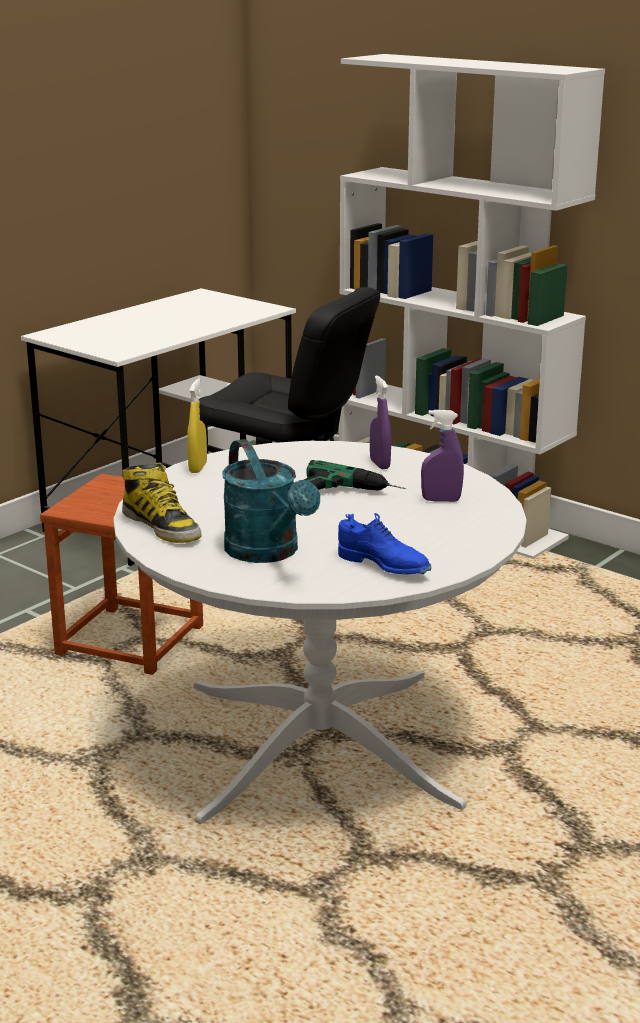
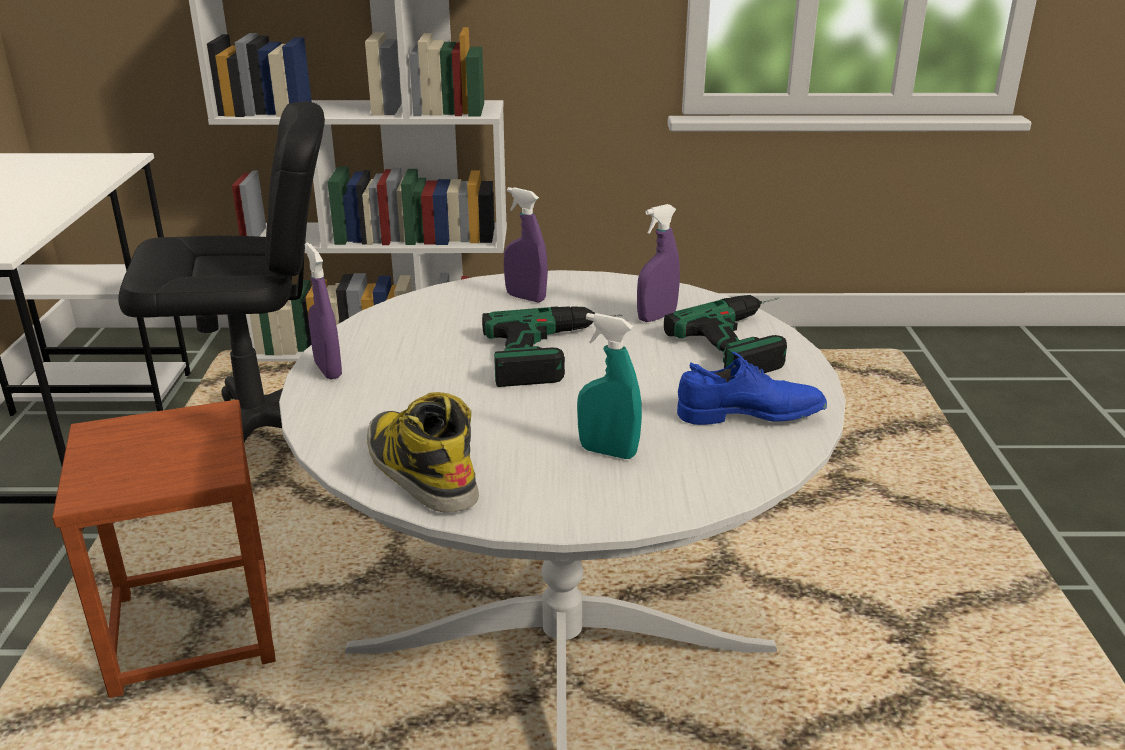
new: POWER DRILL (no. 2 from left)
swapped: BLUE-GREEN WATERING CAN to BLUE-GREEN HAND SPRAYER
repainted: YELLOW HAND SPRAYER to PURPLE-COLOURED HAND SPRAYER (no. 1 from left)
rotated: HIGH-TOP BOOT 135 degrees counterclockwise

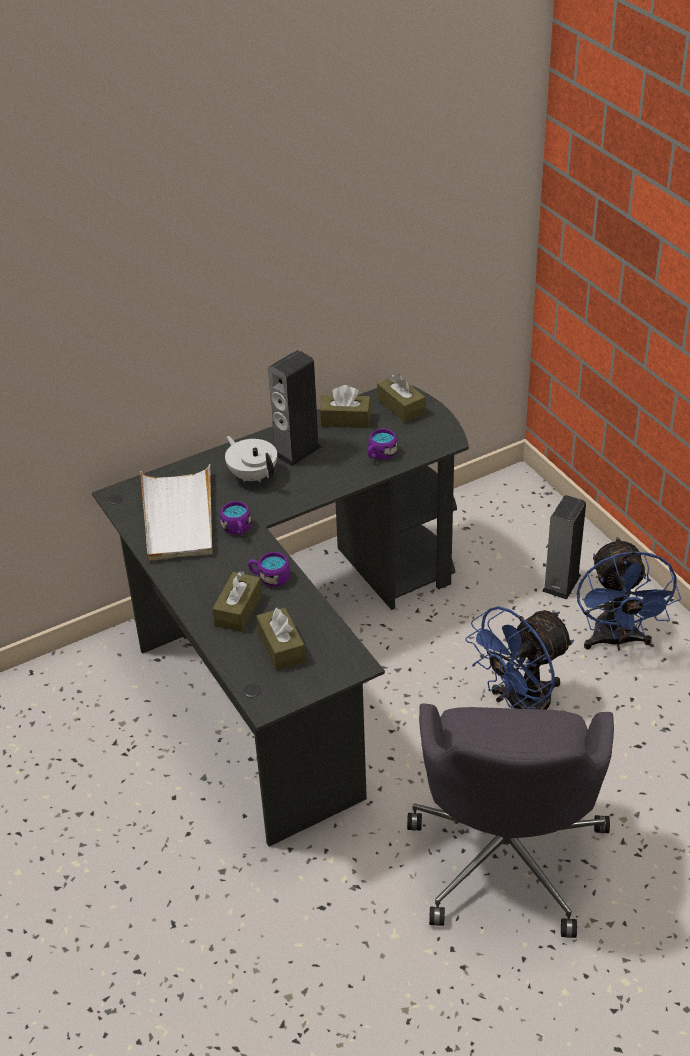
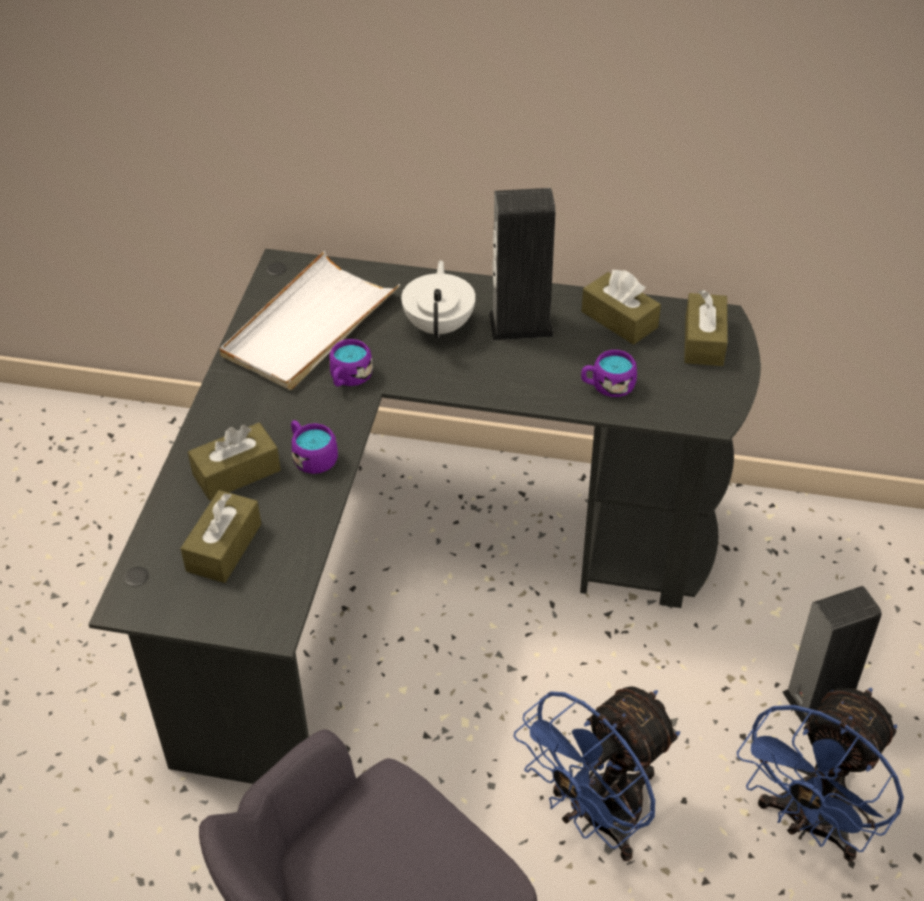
rotated: BLUE-COLOURED FAN (no. 1 from left) 45 degrees counterclockwise

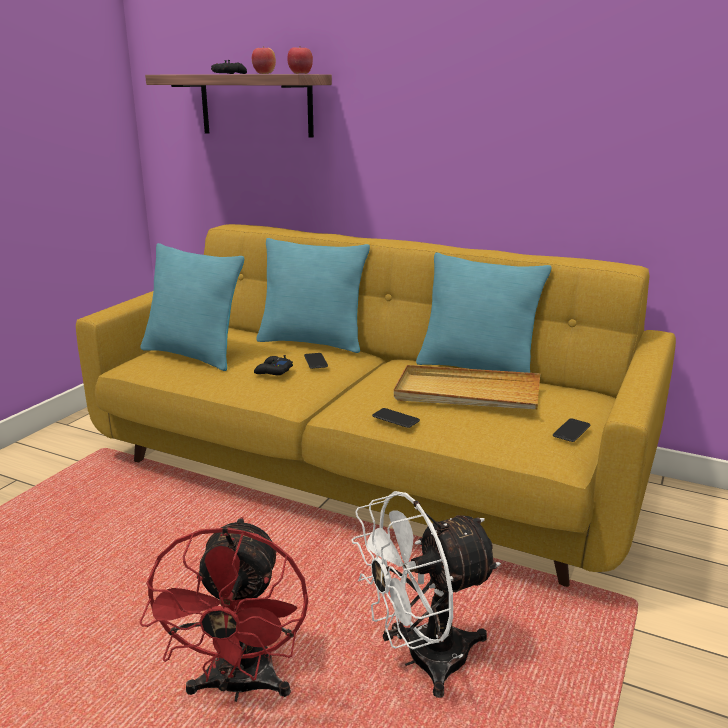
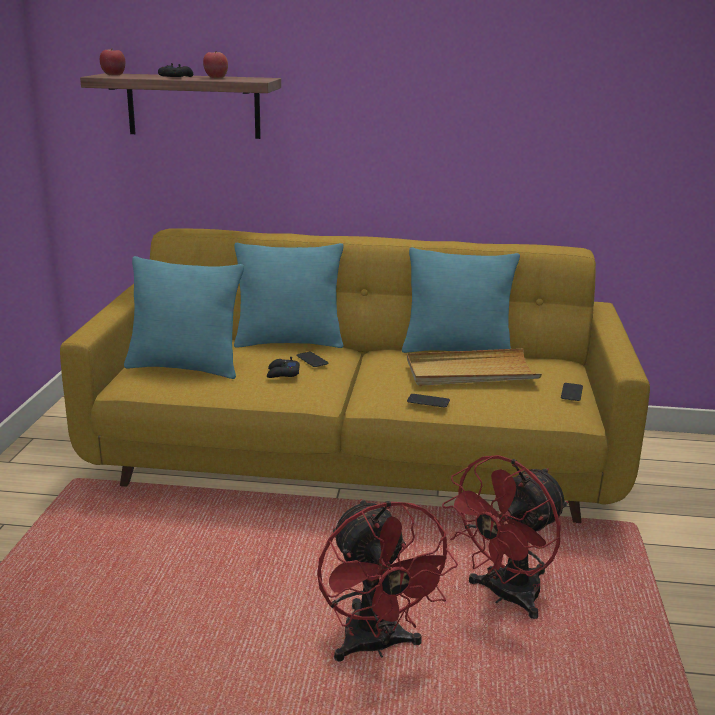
shifted: WHOLE APPLE (no. 2 from left in the first image) to WHOLE APPLE (no. 1 from left)
repainted: WHITISH FAN to RED FAN (no. 2 from left)

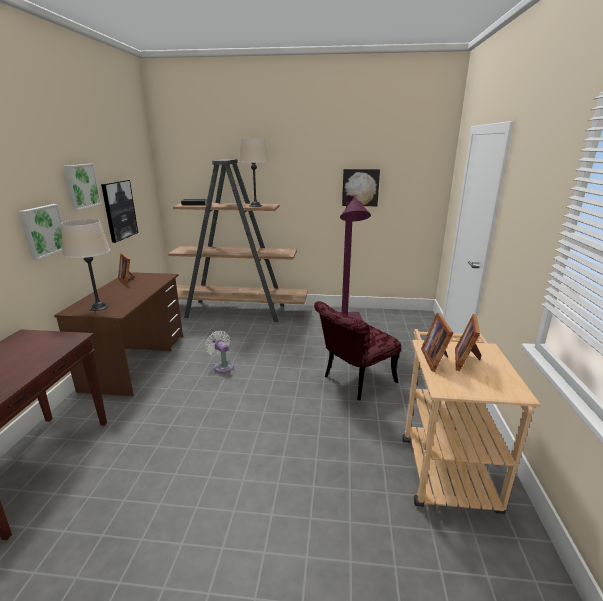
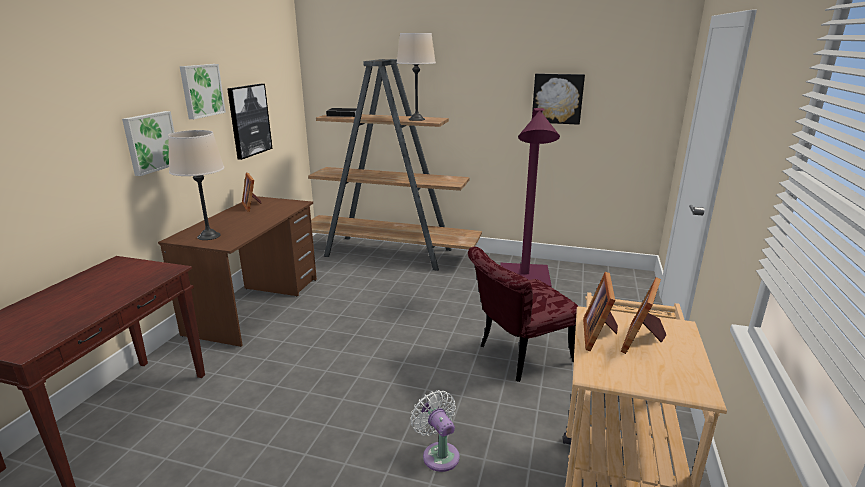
shifted: WHITISH FAN

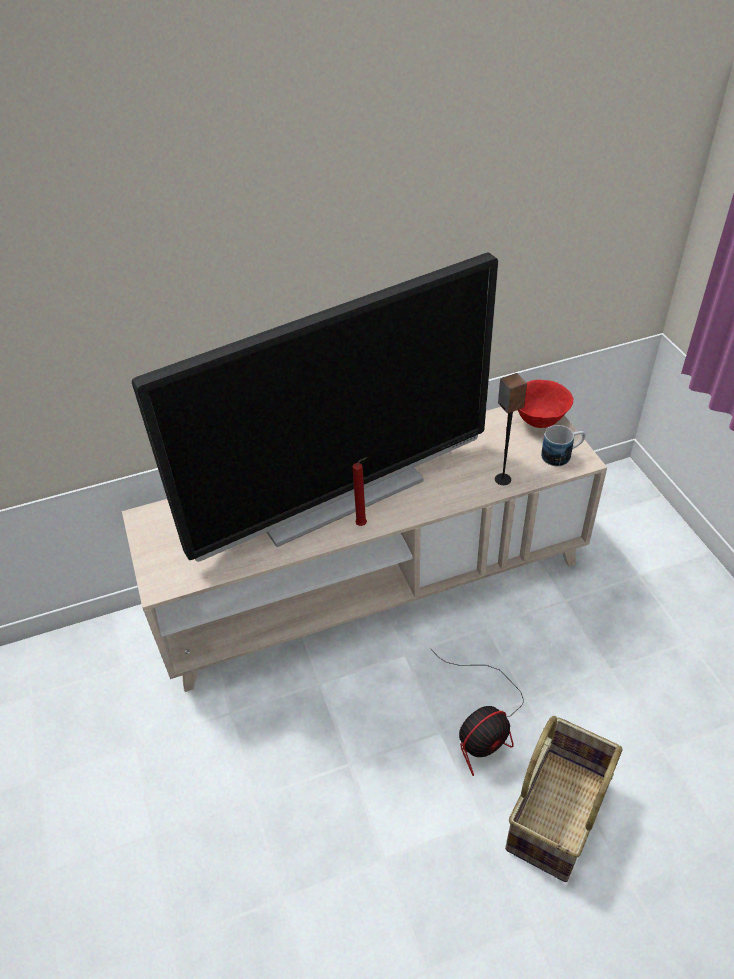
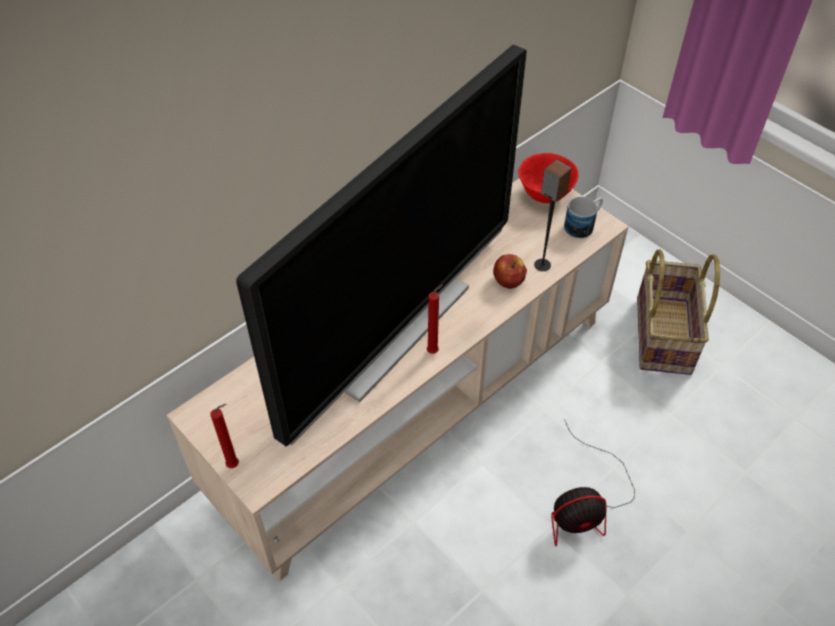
new: RED CANDLE (no. 1 from left); WHOLE APPLE
shifted: HOUSEHOLD BASKET
rotated: FAN 45 degrees clockwise

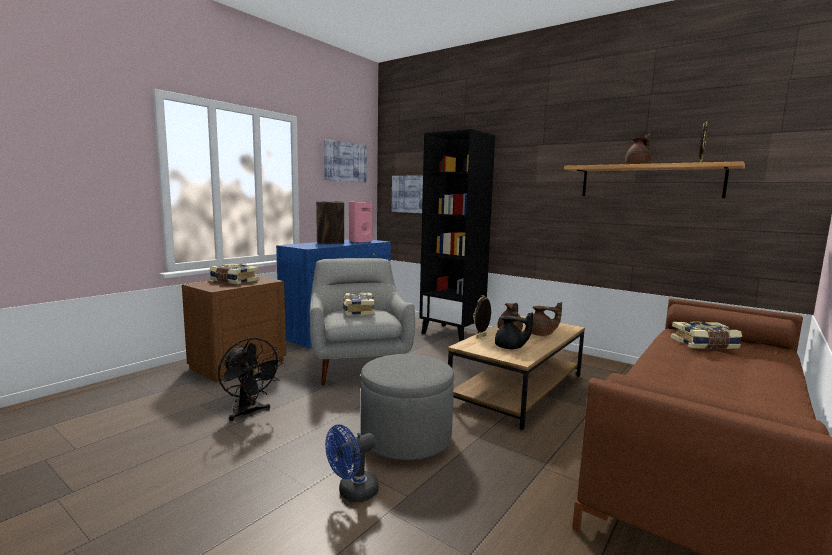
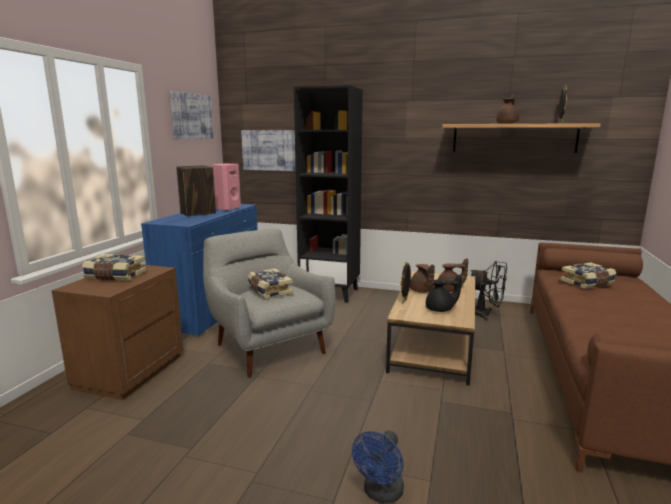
gone: GREYISH OTTOMAN
shifted: BLACKISH FAN

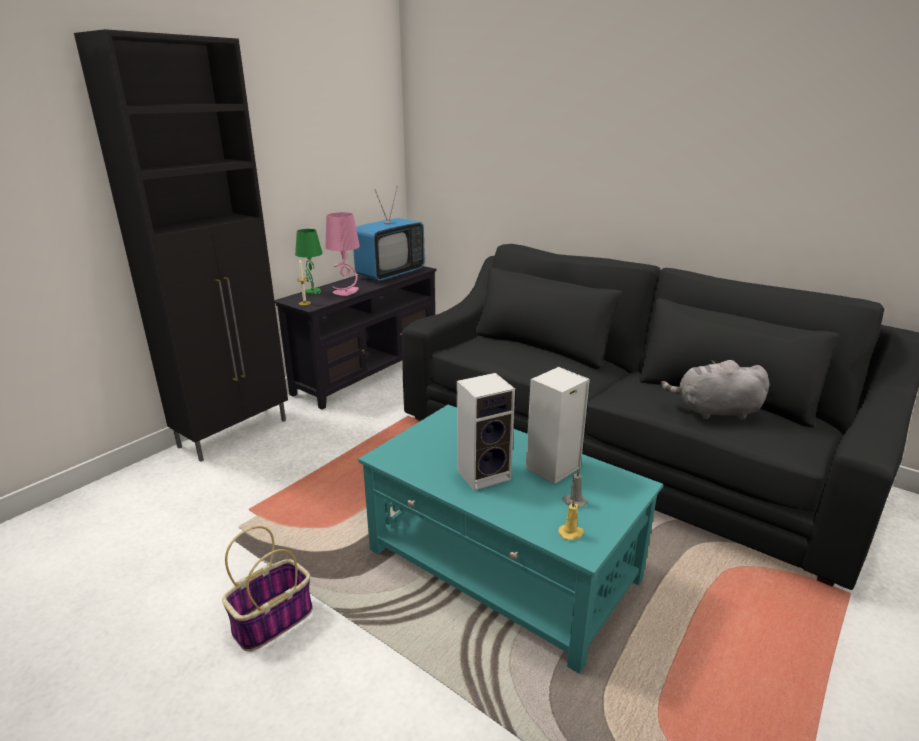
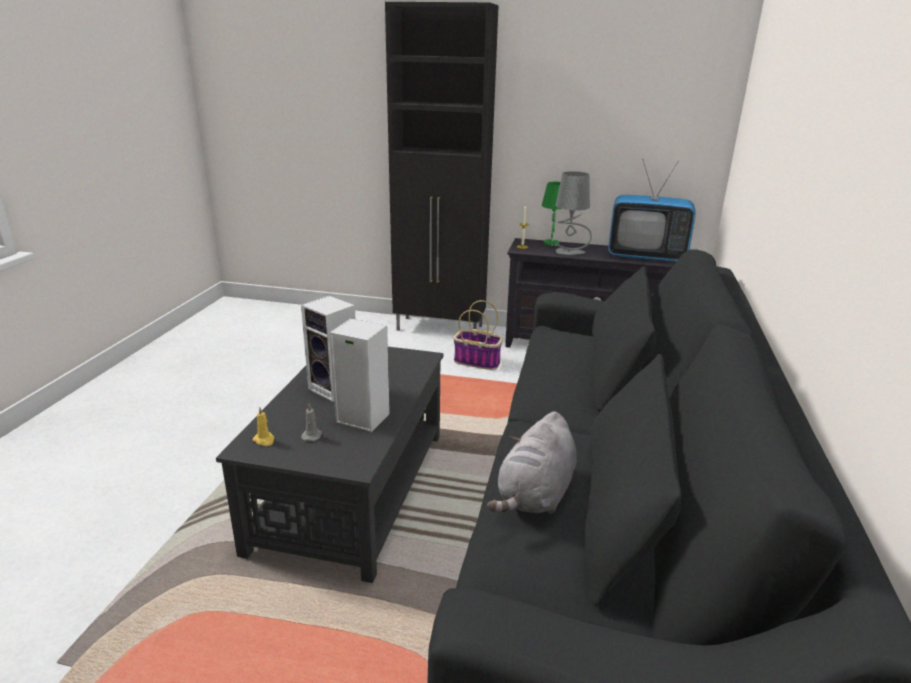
shifted: HOUSEHOLD BASKET
repainted: BLUE-GREEN LOUNGE TABLE to BLACKISH LOUNGE TABLE; PINKISH TABLETOP LAMP to GREYISH TABLETOP LAMP
rotated: GREYISH PLUSH TOY 135 degrees counterclockwise

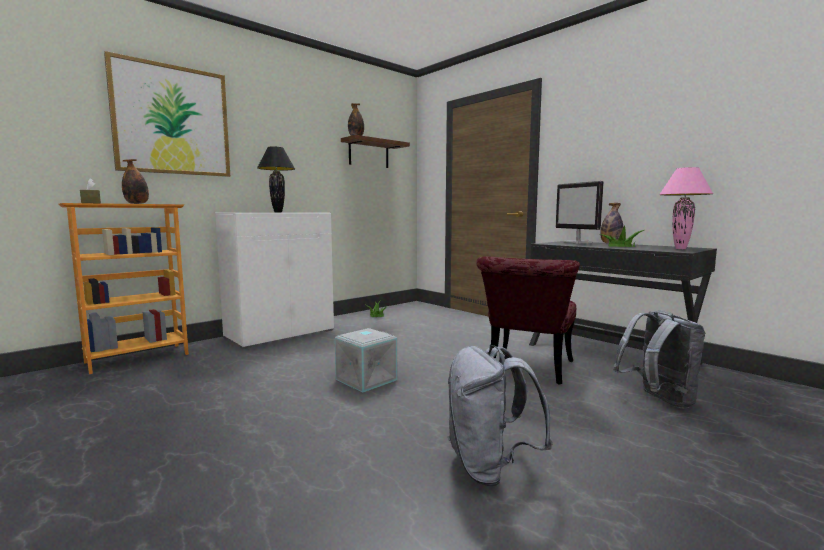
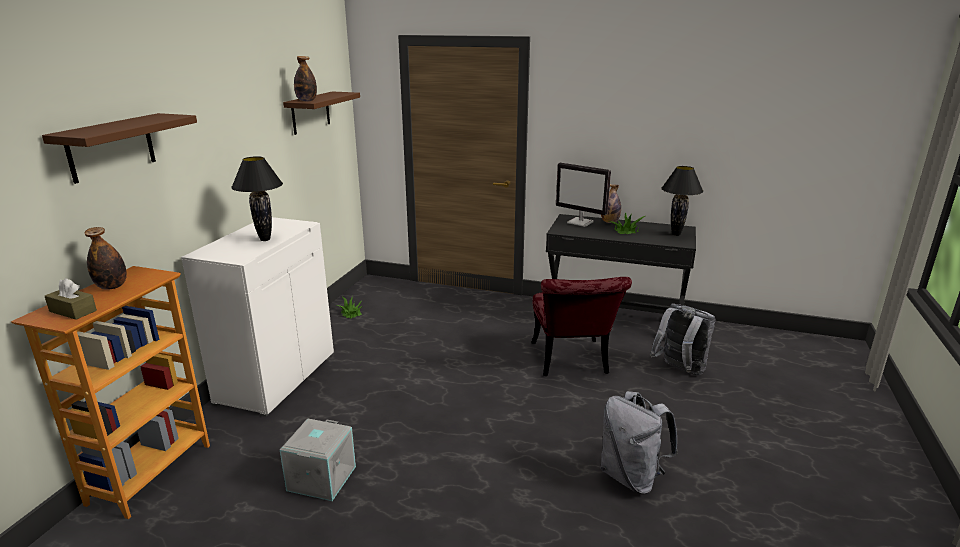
shifted: GREYISH STORAGE BIN
swapped: WALL PICTURE to BROWN SHELF (no. 1 from left)
repainted: PINKISH TABLETOP LAMP to BLACKISH TABLETOP LAMP (no. 2 from left)

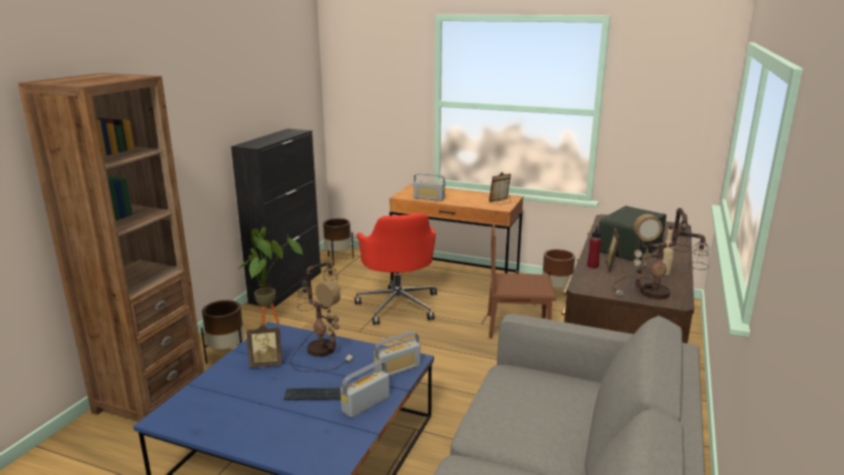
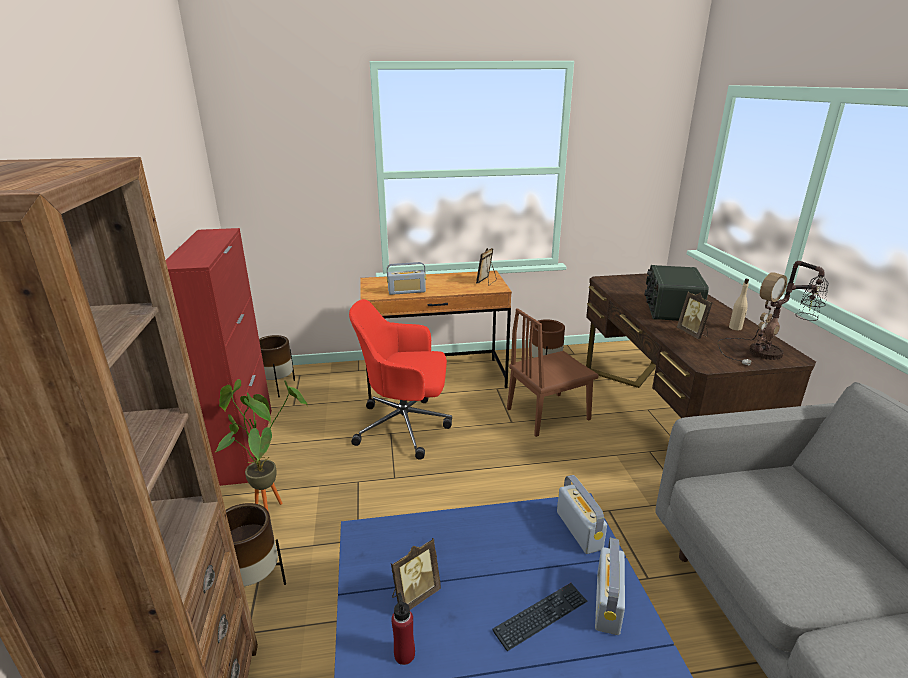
gone: TABLETOP LAMP (no. 1 from left)
shifted: RED BEVERAGE BOTTLE
repainted: BLACKISH CUPBOARD to RED CUPBOARD
rotated: RED OFFICE CHAIR 135 degrees clockwise; RADIO RECEIVER (no. 2 from left) 45 degrees counterclockwise

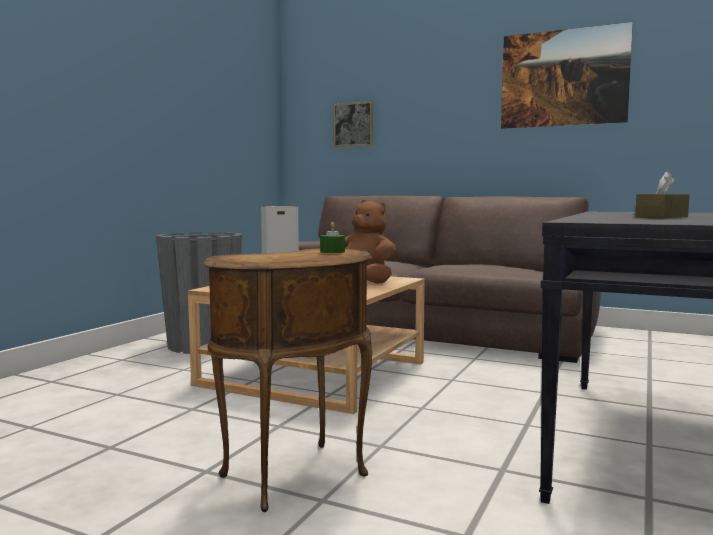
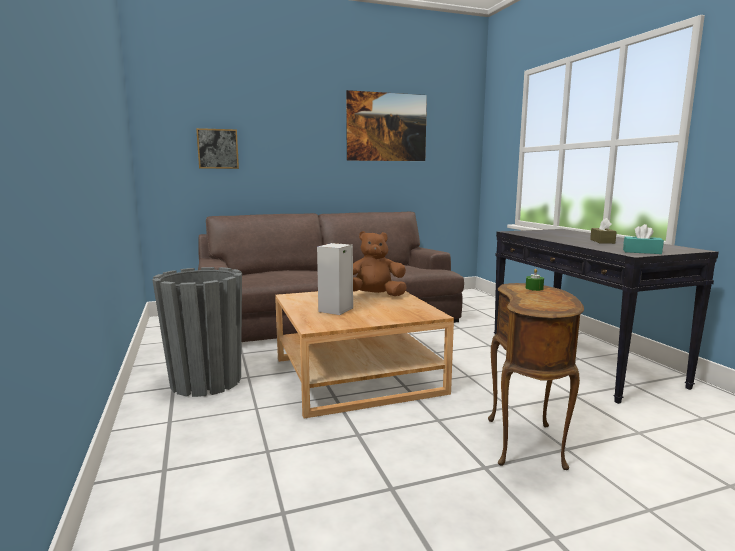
new: BLUE-GREEN TISSUE HOLDER

